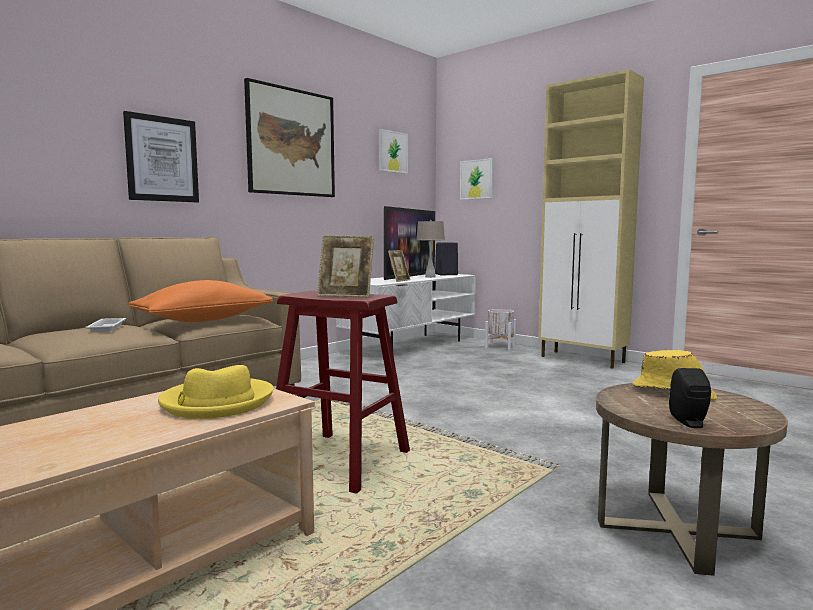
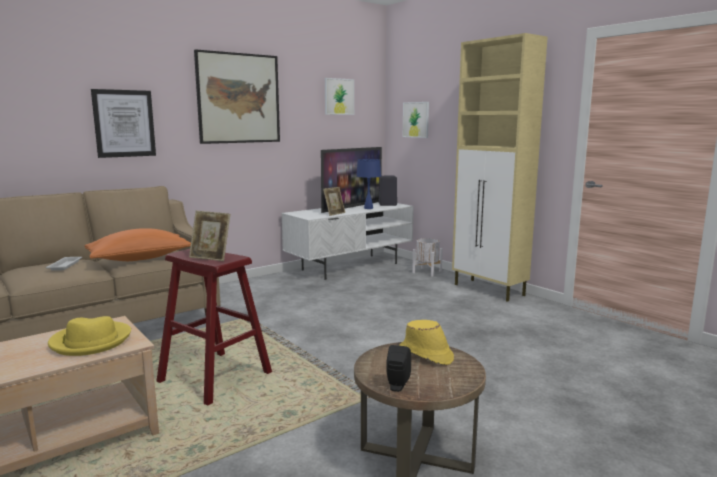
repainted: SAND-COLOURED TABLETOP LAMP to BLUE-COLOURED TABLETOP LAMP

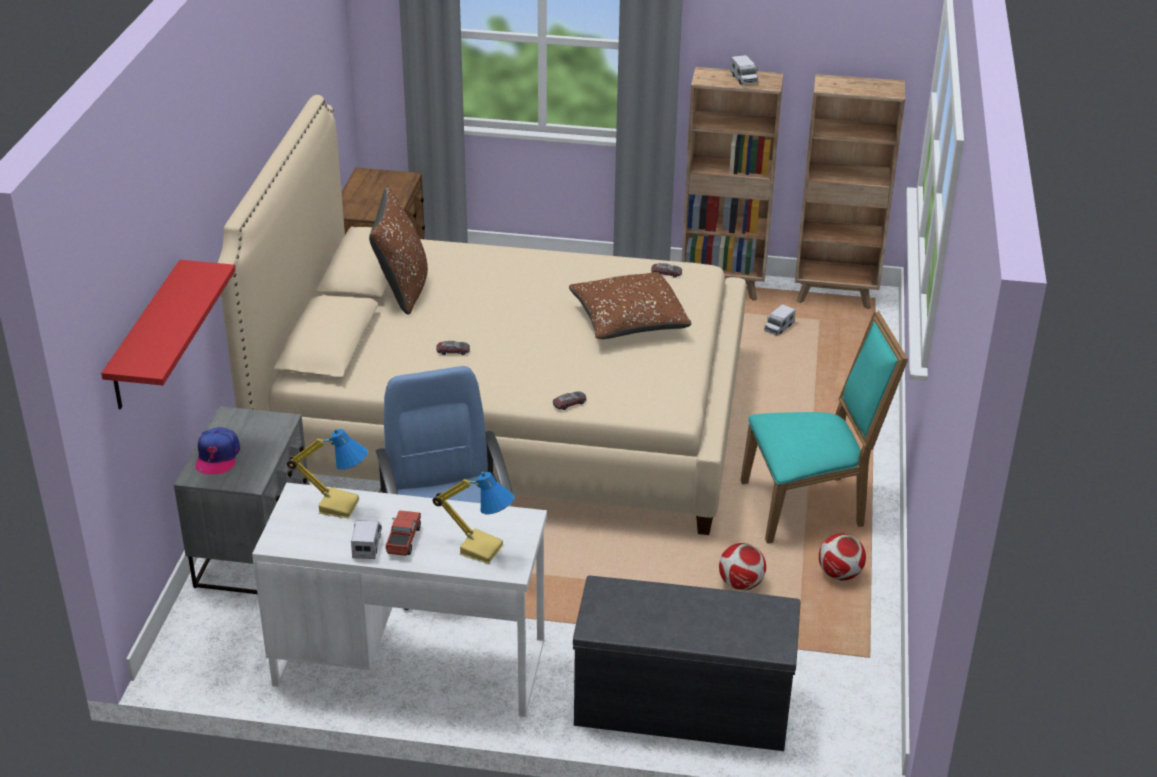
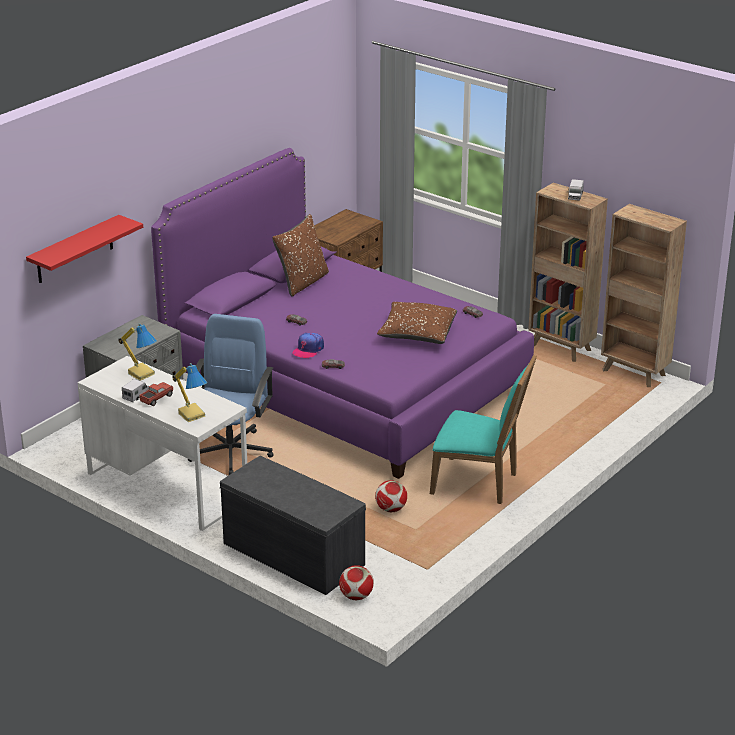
gone: MODEL TRUCK (no. 4 from left)
shifted: CAP; FOOTBALL BALL (no. 2 from left in the first image) to FOOTBALL BALL (no. 1 from left)
repainted: SAND-COLOURED BEDROOM BED to PURPLE-COLOURED BEDROOM BED

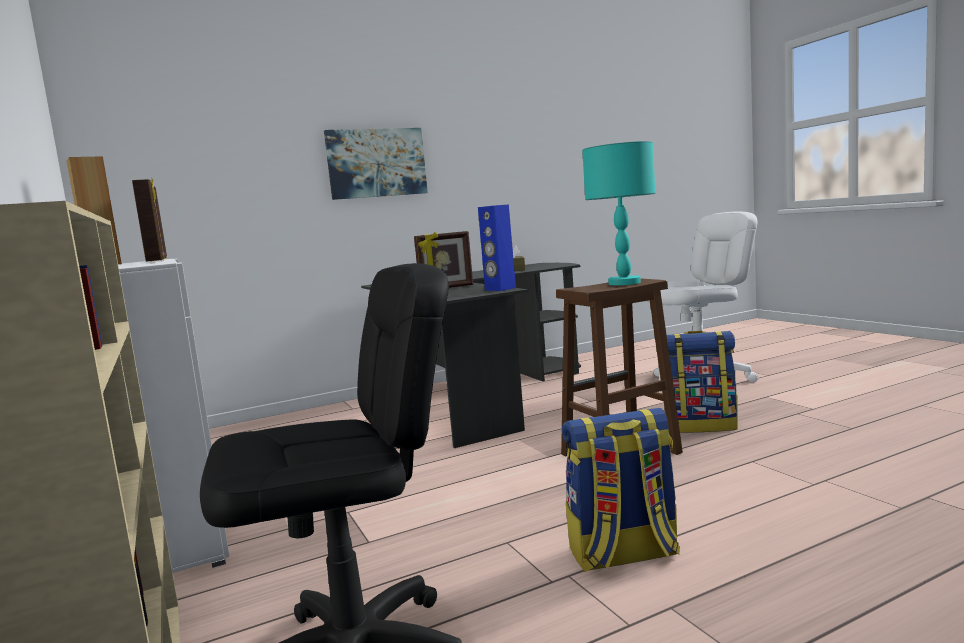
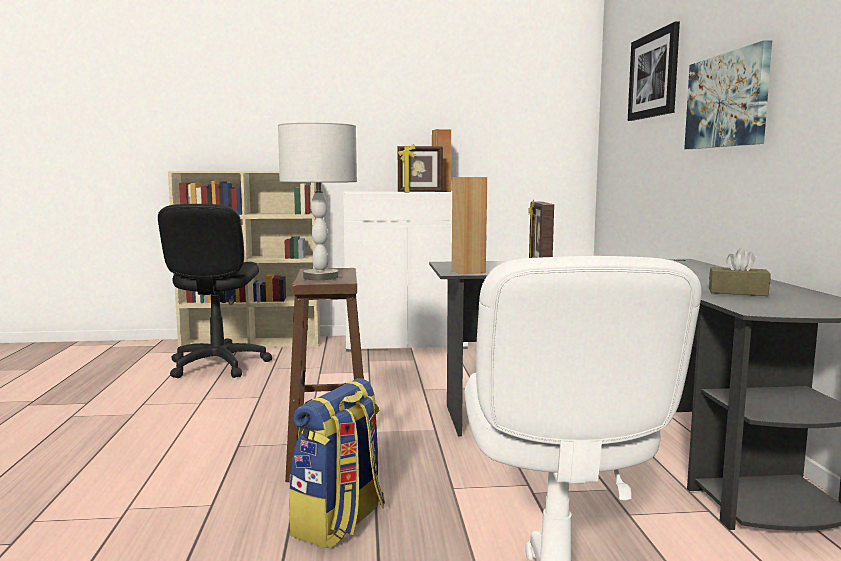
gone: BACKPACK (no. 1 from left)
new: WALL PICTURE (no. 1 from left)
repainted: BLUE-GREEN TABLETOP LAMP to GREYISH TABLETOP LAMP; BLUE-COLOURED LOUDSPEAKER to BROWN LOUDSPEAKER (no. 2 from left)

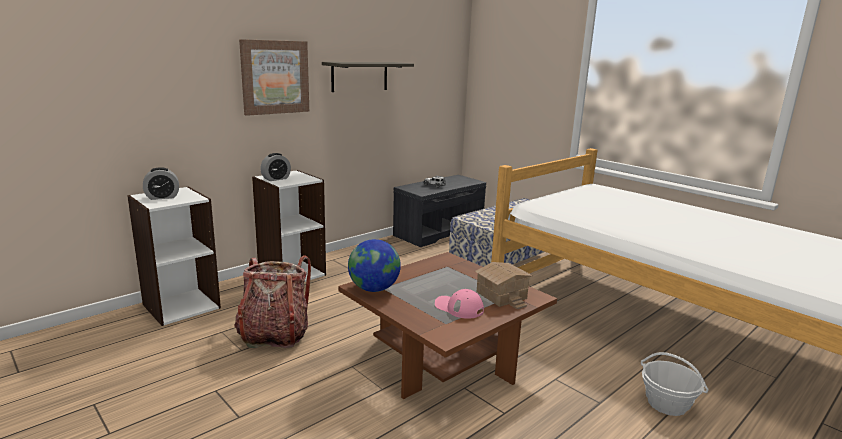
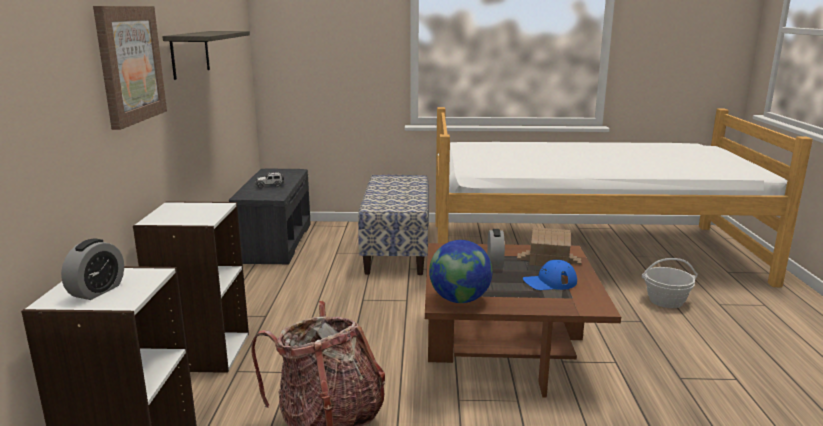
shifted: TABLE CLOCK (no. 2 from left)
repainted: PINKISH CAP to BLUE-COLOURED CAP

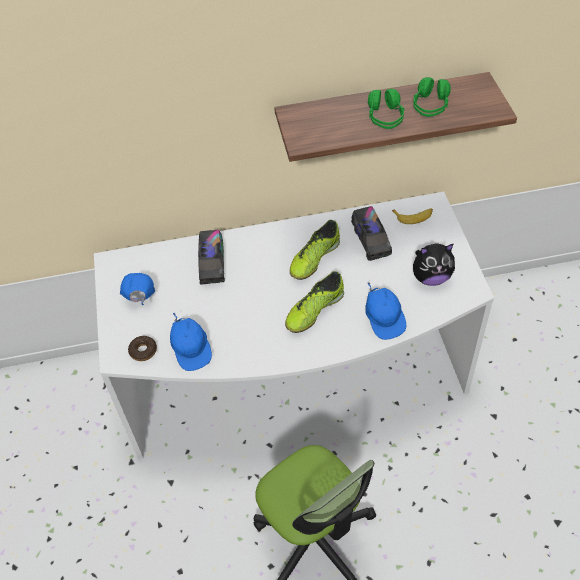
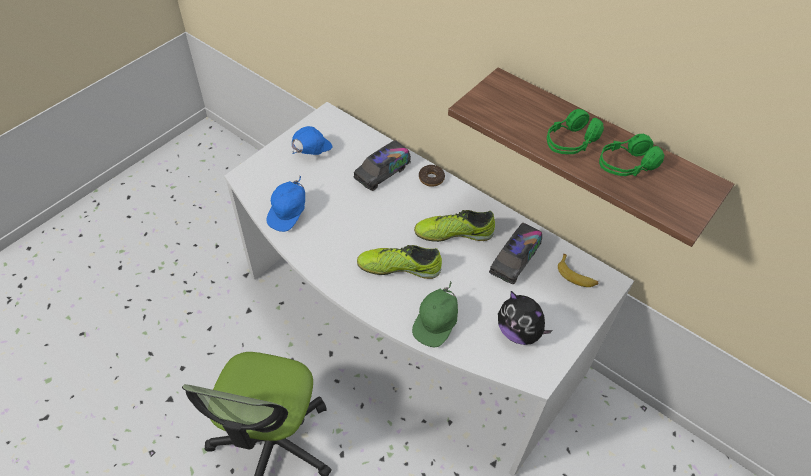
shifted: RING DOUGHNUT
repainted: BLUE-COLOURED CAP (no. 3 from left) to GREEN-COLOURED CAP

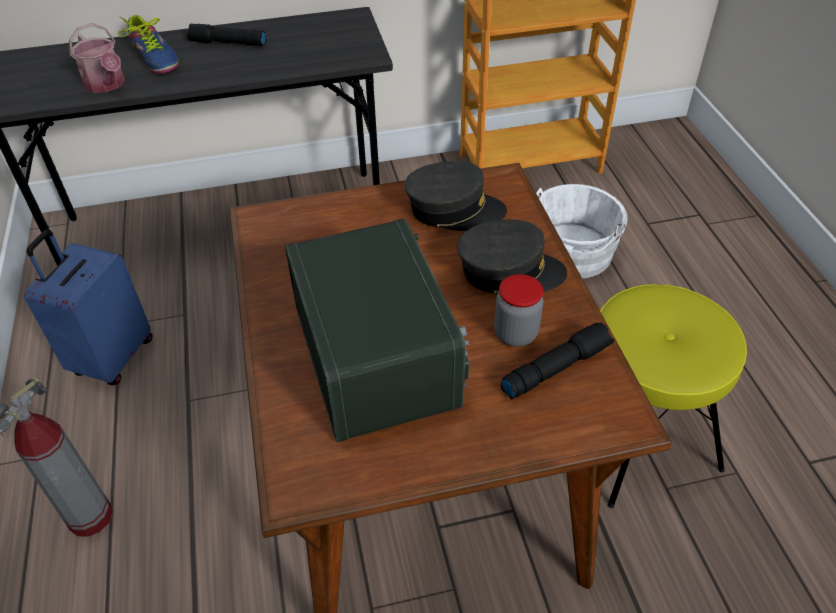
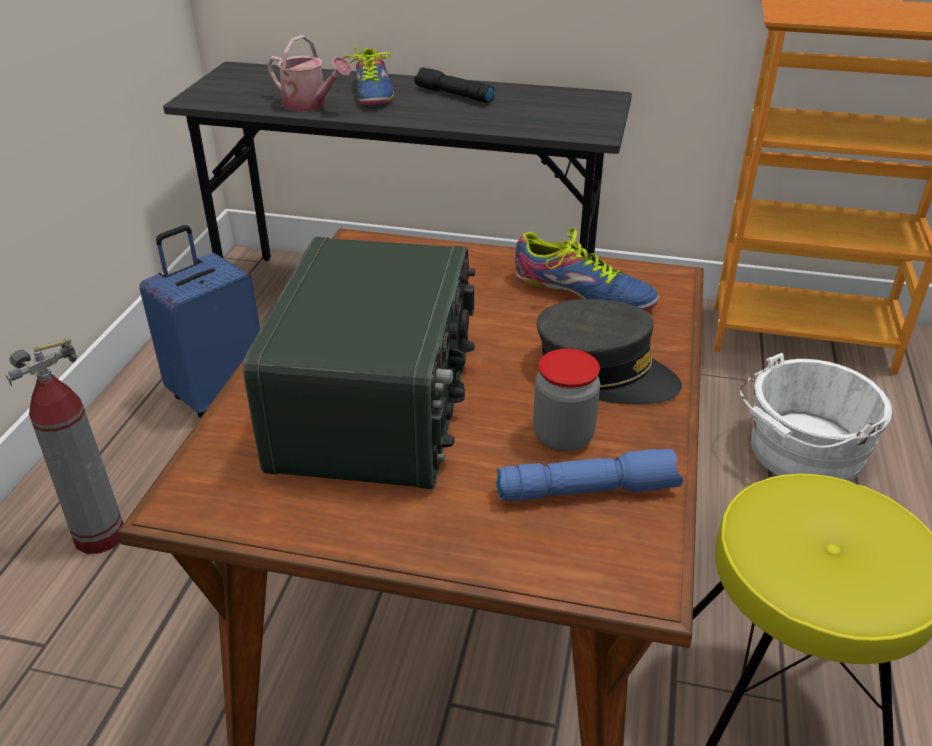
swapped: GREYISH CAP (no. 1 from left) to SHOE (no. 2 from left)
repainted: BLACKISH HAND TORCH (no. 2 from left) to BLUE-COLOURED HAND TORCH
rotated: WATERING CAN 45 degrees counterclockwise

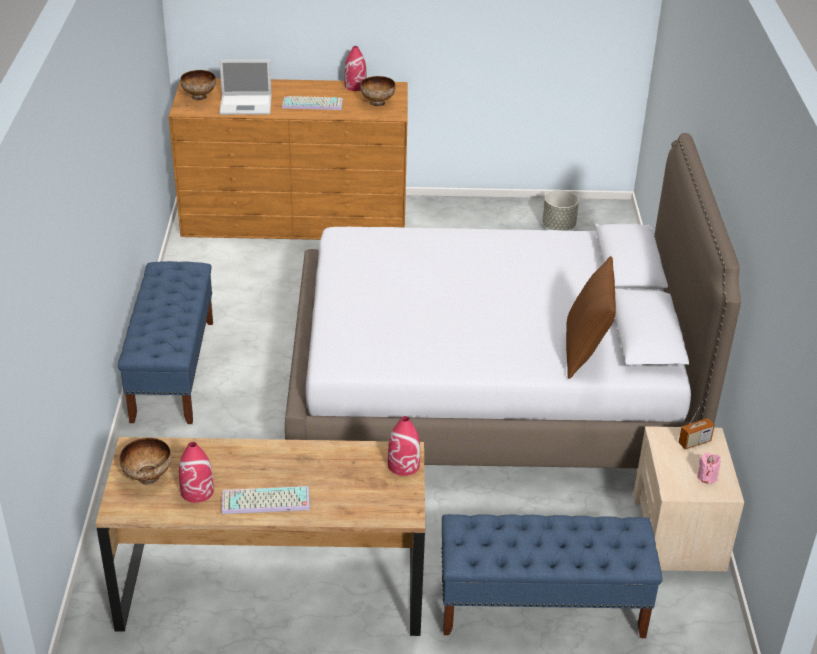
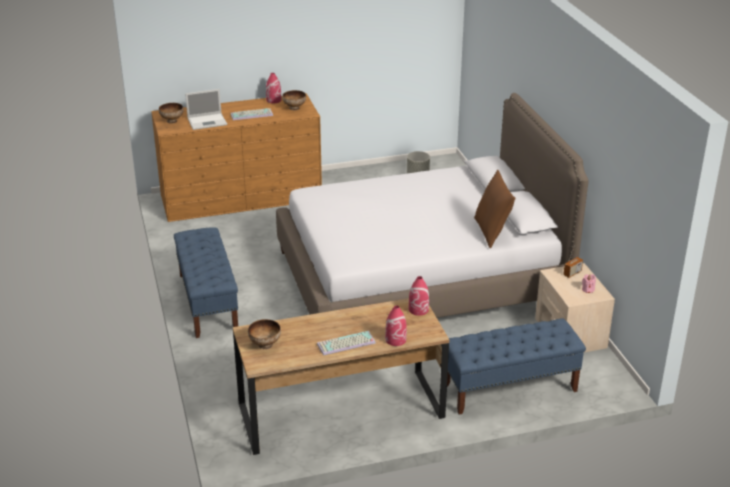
shifted: RED DECORATIVE VASE (no. 1 from left in the first image) to RED DECORATIVE VASE (no. 2 from left)

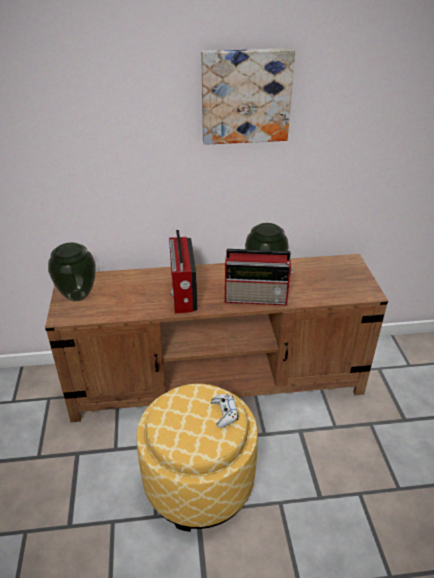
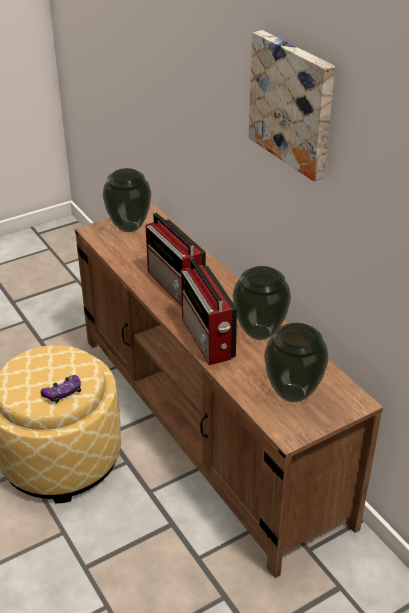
new: DECORATIVE VASE (no. 3 from left)
repainted: WHITISH GAMEPAD to PURPLE-COLOURED GAMEPAD
rotated: RADIO RECEIVER (no. 1 from left) 90 degrees counterclockwise

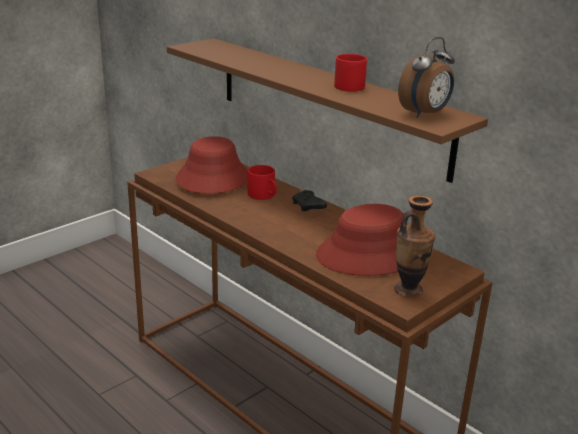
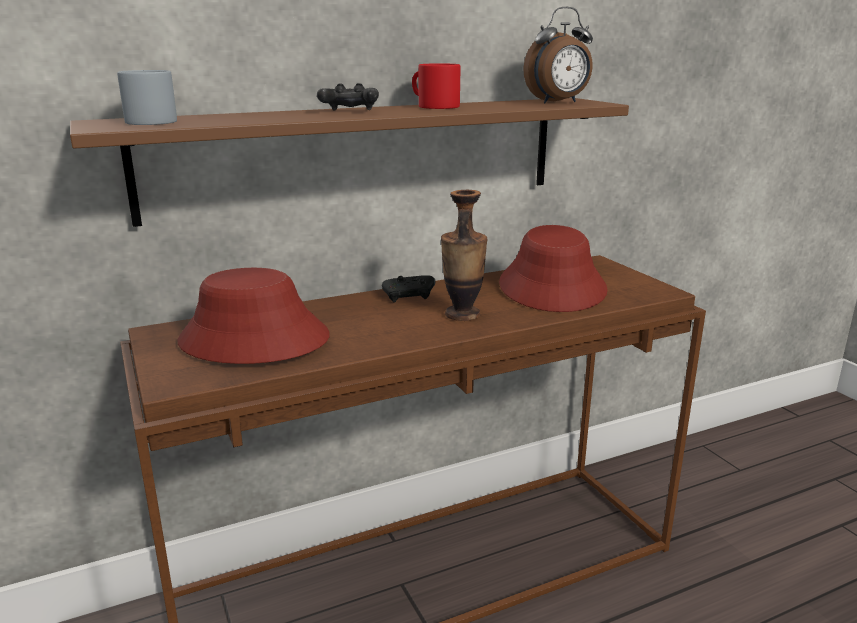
gone: RED MUG (no. 1 from left)
new: GREYISH MUG; BLACKISH GAMEPAD (no. 1 from left)
shifted: DECORATIVE VASE
rotated: TABLE CLOCK 90 degrees clockwise

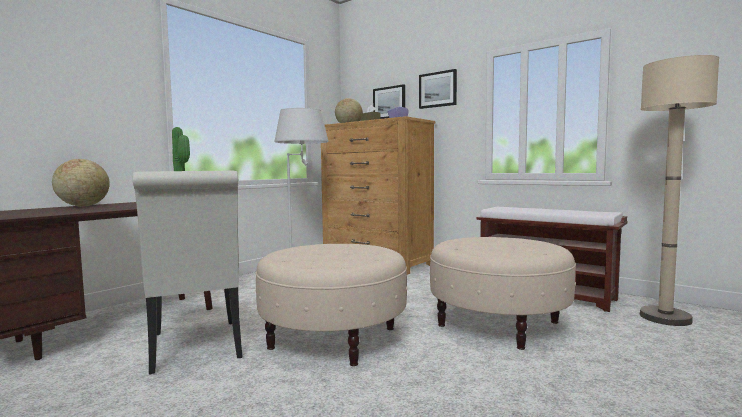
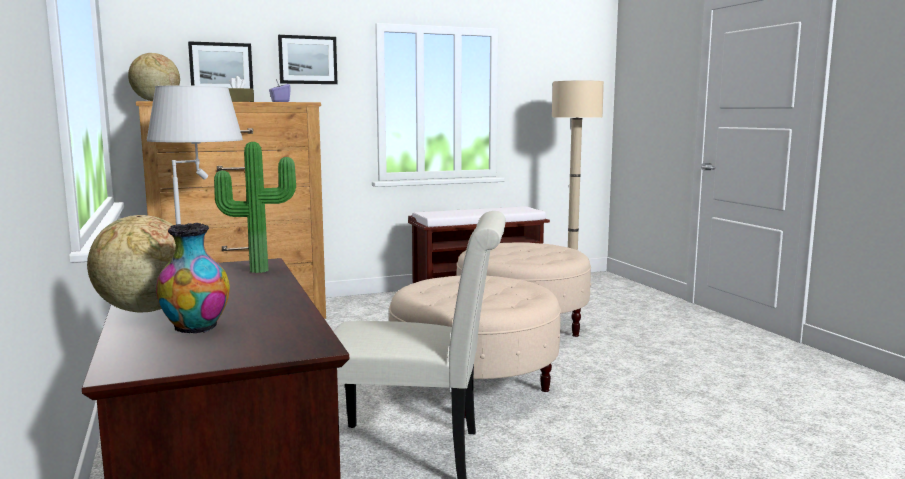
new: DECORATIVE VASE

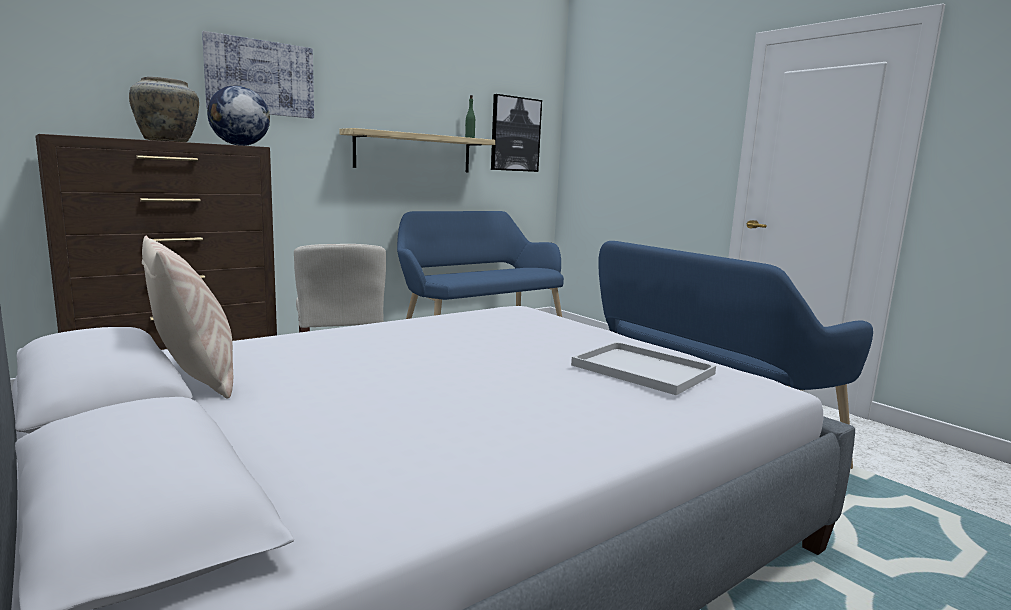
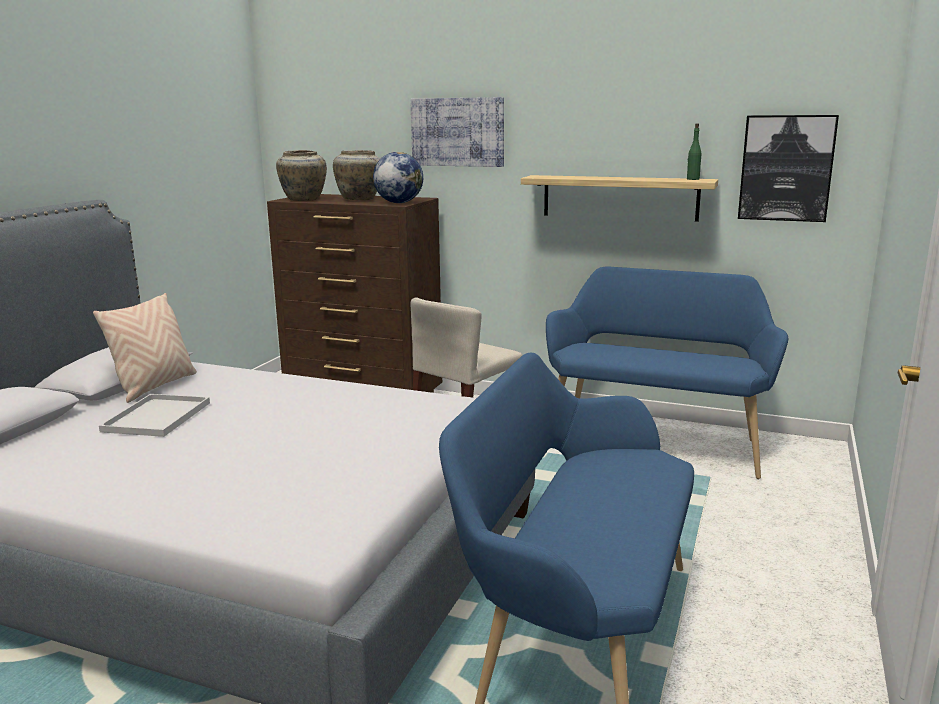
new: SAND-COLOURED DECORATIVE VASE (no. 1 from left)
shifted: WHITISH SERVING TRAY

